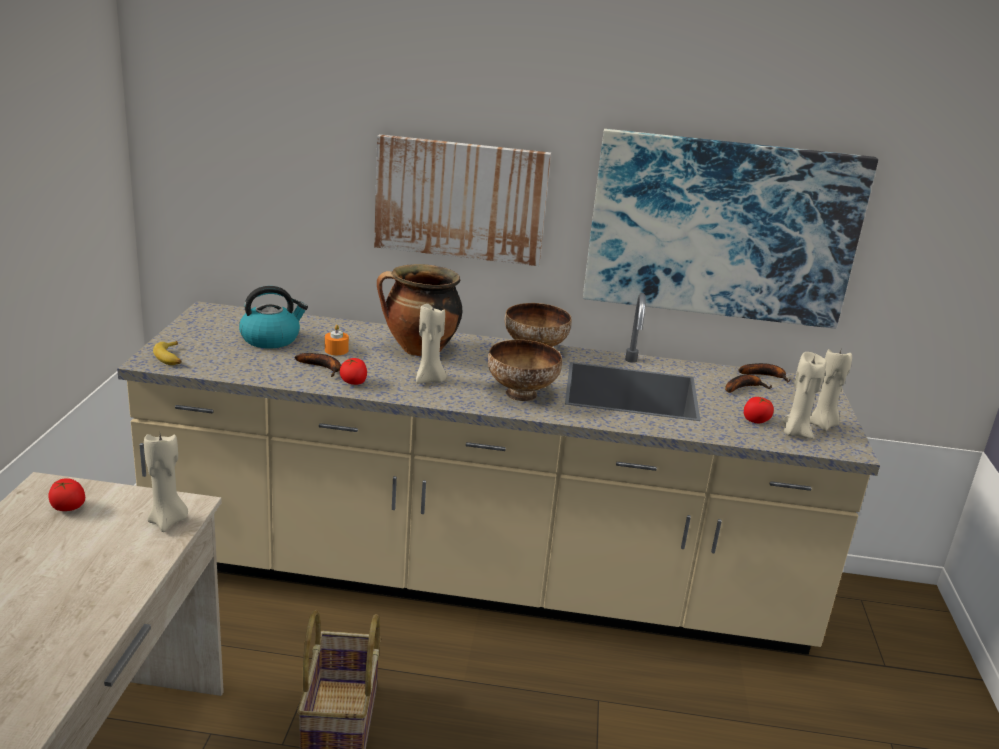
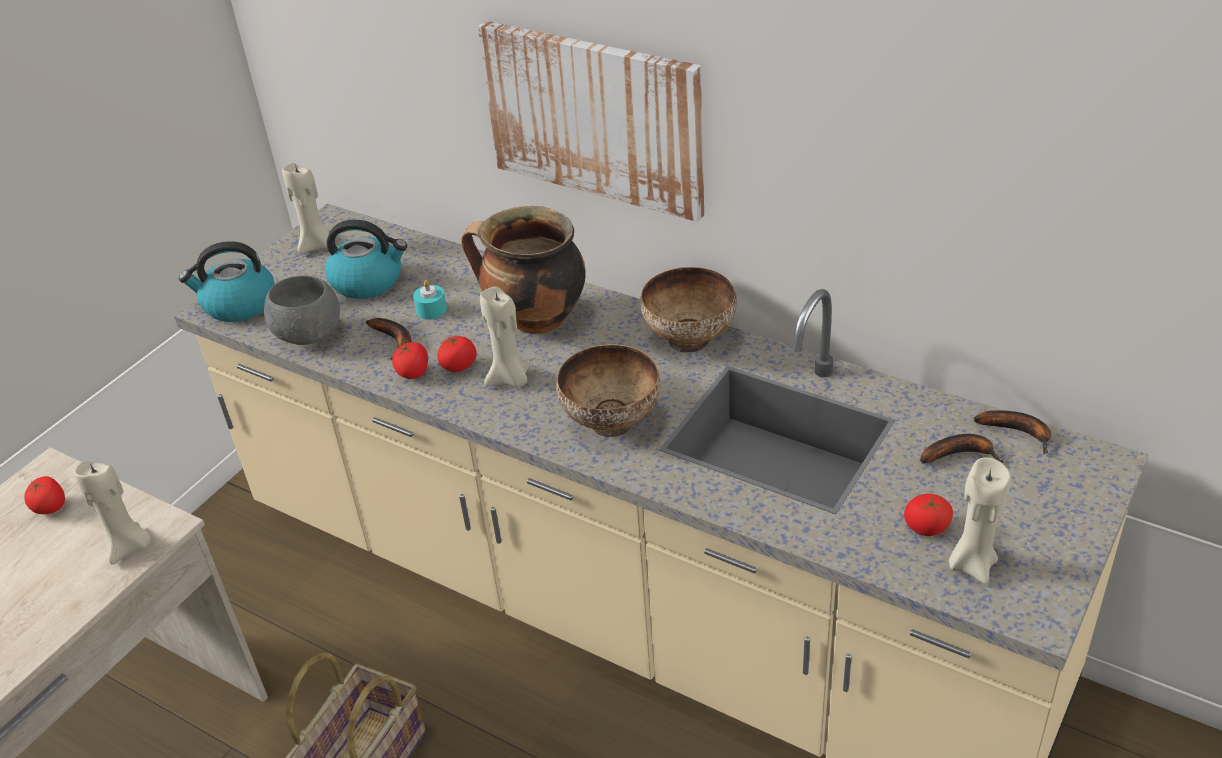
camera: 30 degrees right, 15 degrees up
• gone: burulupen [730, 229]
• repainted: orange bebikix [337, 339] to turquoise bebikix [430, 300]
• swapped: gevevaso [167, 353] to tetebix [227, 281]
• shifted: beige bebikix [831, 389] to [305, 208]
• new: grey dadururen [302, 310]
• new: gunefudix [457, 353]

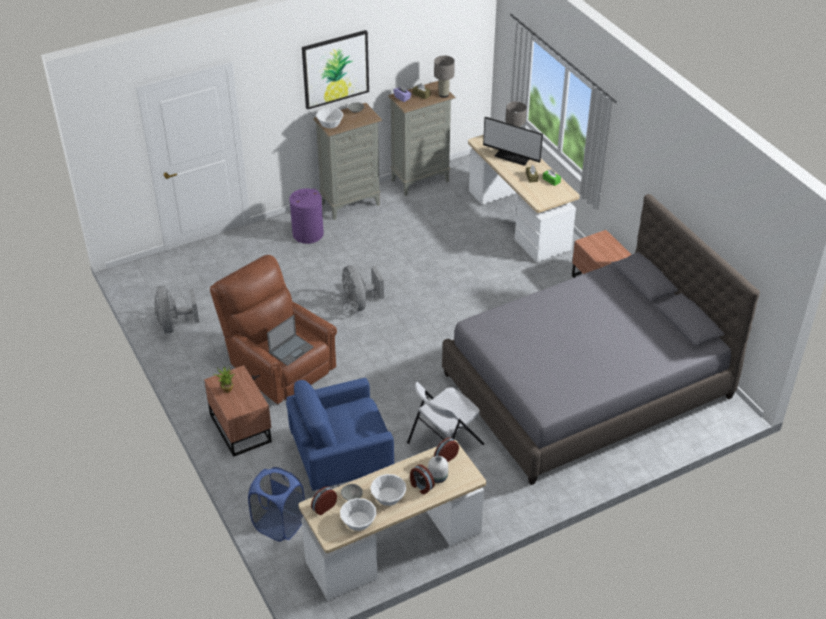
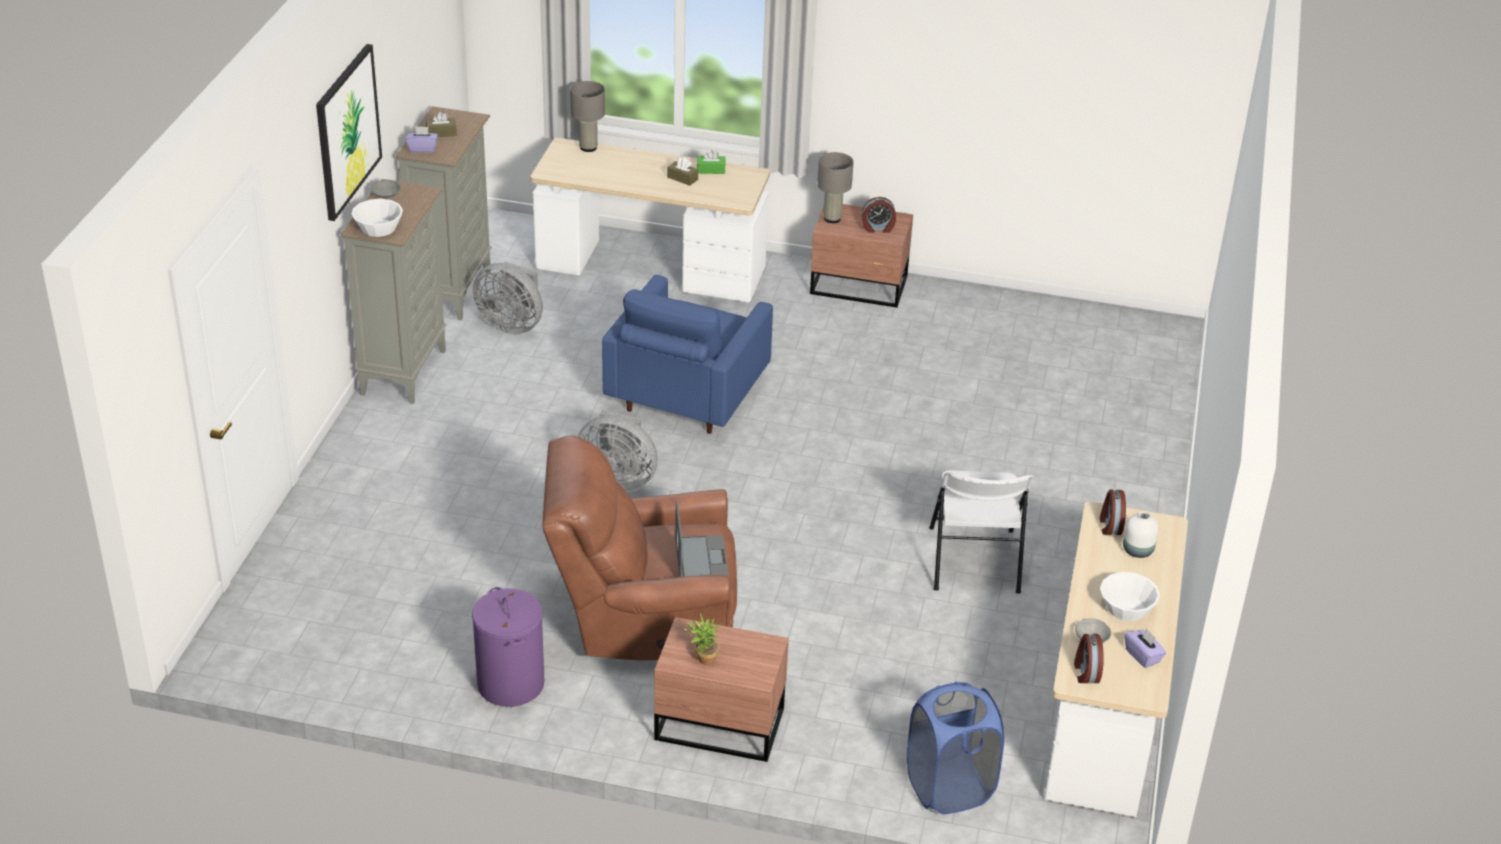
camera: 50 degrees left, 5 degrees down
• shifted: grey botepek [444, 76] to [835, 187]
• gone: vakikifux [513, 141]
• shifted: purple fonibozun [306, 216] to [508, 647]
• gone: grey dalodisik [601, 339]
• shifted: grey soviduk [176, 310] to [507, 298]
• shifted: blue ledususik [340, 434] to [687, 354]
• shifted: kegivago [422, 479] to [879, 215]
• swapped: white dadururen [358, 514] to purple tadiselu [1145, 648]

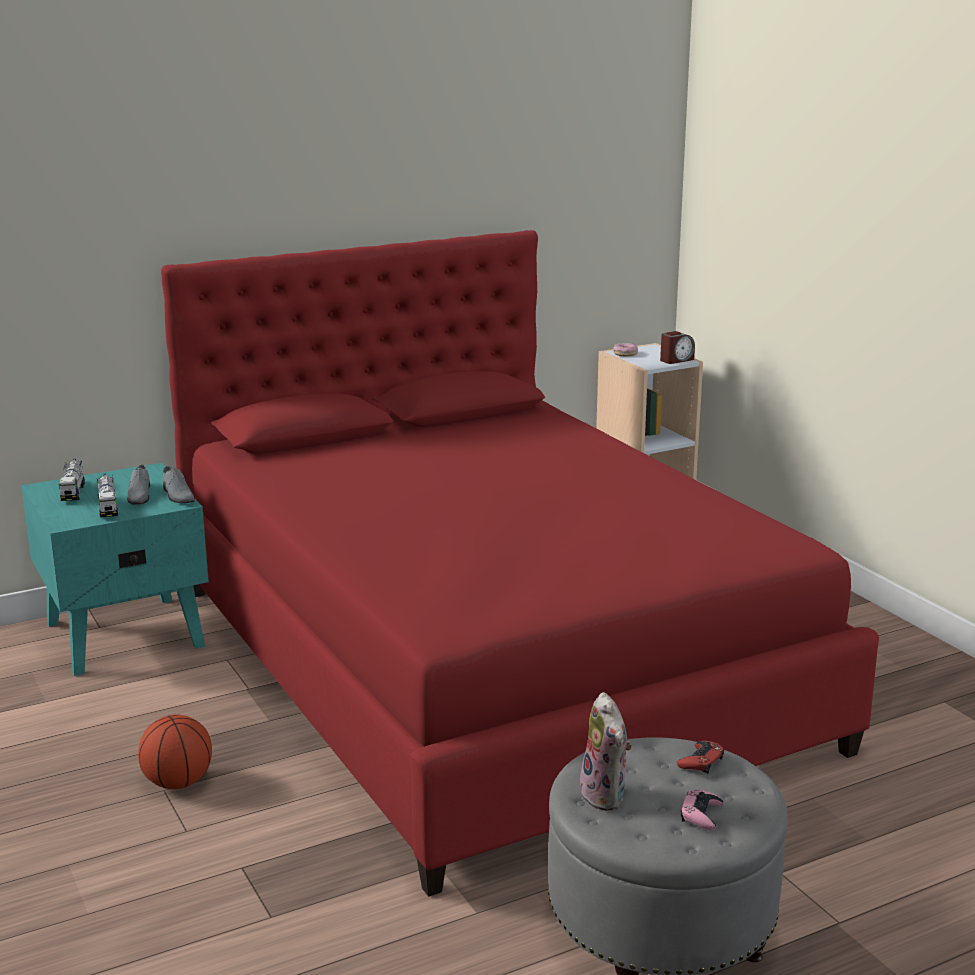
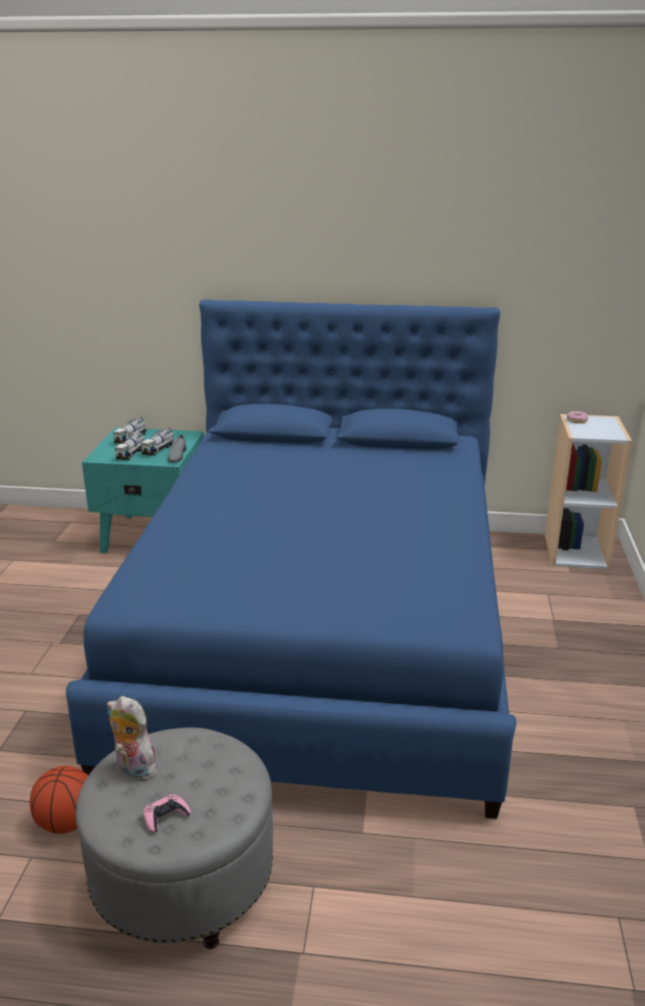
camera: 35 degrees right, 5 degrees up
• repainted: red dalodisik [520, 563] to blue dalodisik [291, 559]
• gone: kegivago [677, 347]
• swapped: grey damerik [138, 484] to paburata [157, 442]
• rotated: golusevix [604, 751] = [132, 738] 105 degrees clockwise
• shifted: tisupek [175, 752] to [59, 800]
• gone: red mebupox [700, 757]

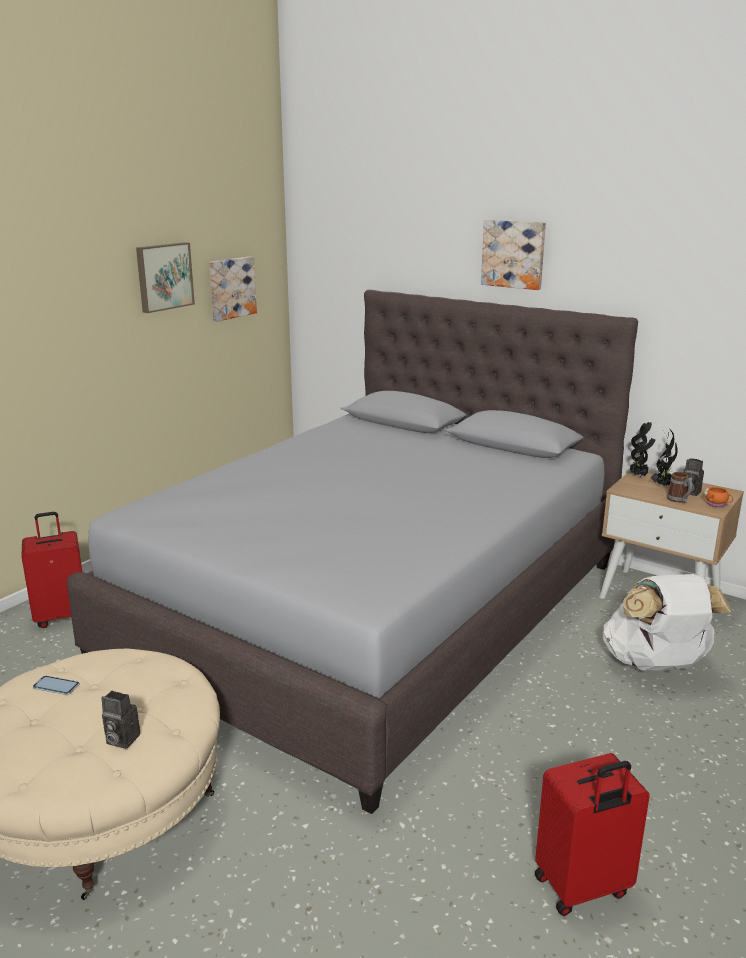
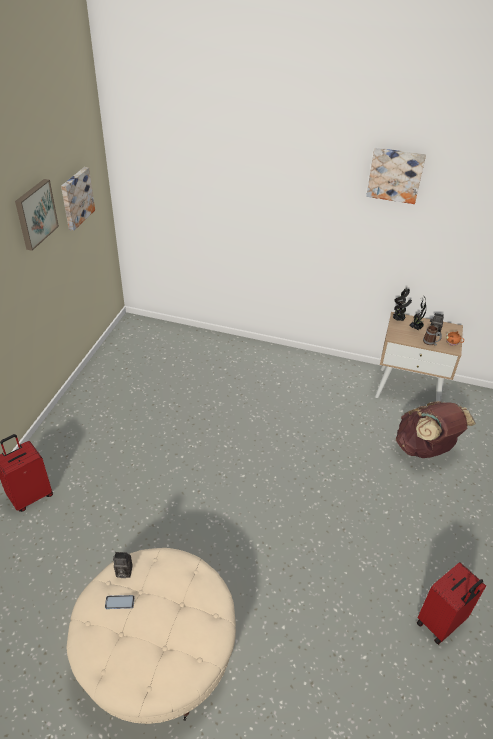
camera: 20 degrees left, 20 degrees up
• shifted: burulupen [513, 255] to [396, 175]
• gone: grey dalodisik [352, 552]
• repainted: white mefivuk [667, 622] to brown mefivuk [436, 429]
• shifted: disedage [120, 720] to [123, 565]

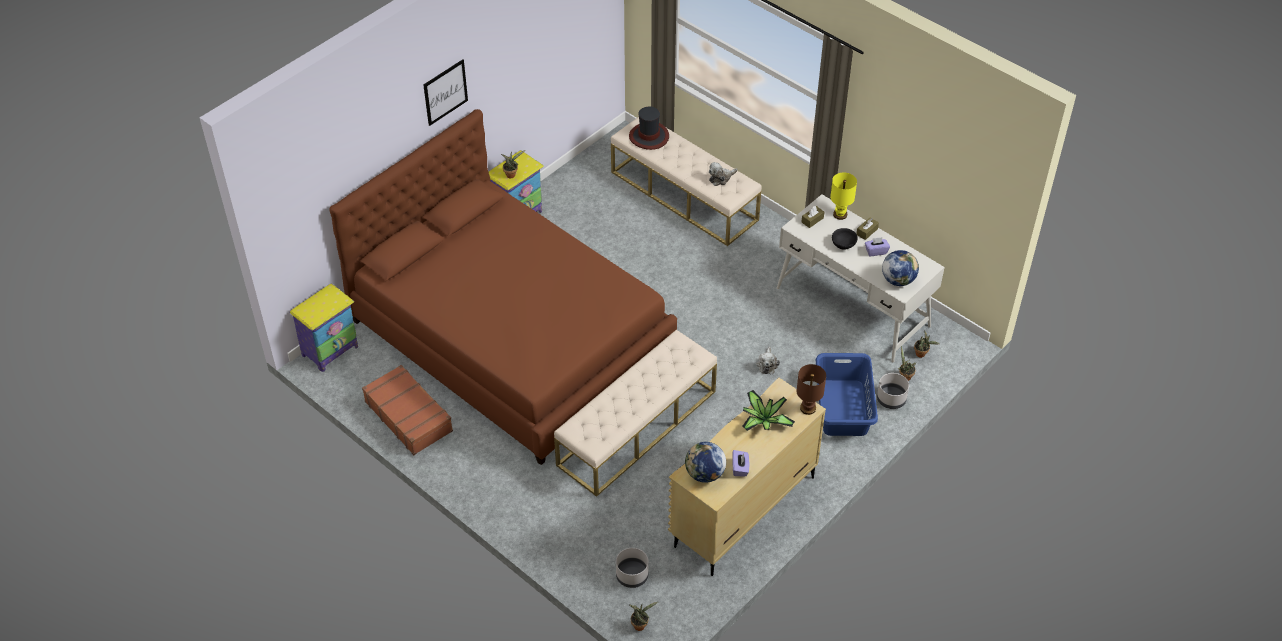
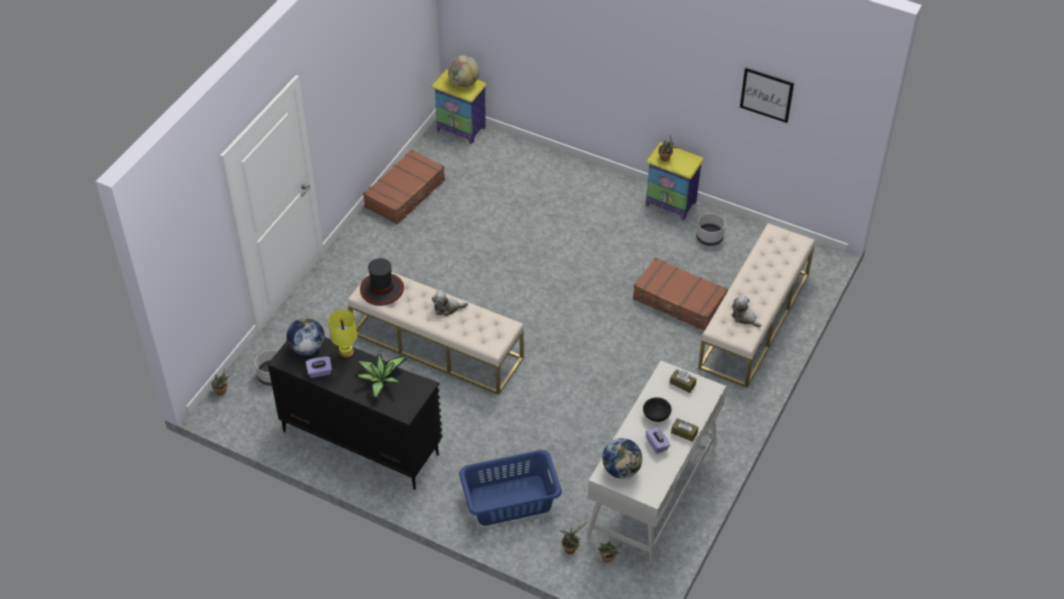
camera: 75 degrees right, 0 degrees up
• shifted: burulupen [445, 92] to [767, 95]
• shifted: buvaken [649, 128] to [382, 282]
• gone: brown dalodisik [503, 287]
• shifted: yellow botepek [843, 196] to [342, 334]
• shifted: golusevix [768, 360] to [450, 303]
• gone: brown botepek [811, 389]
• shifted: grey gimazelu [893, 391] to [710, 229]
• repainted: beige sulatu [747, 477] to black sulatu [355, 413]
• new: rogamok [463, 71]
• new: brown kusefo [680, 294]

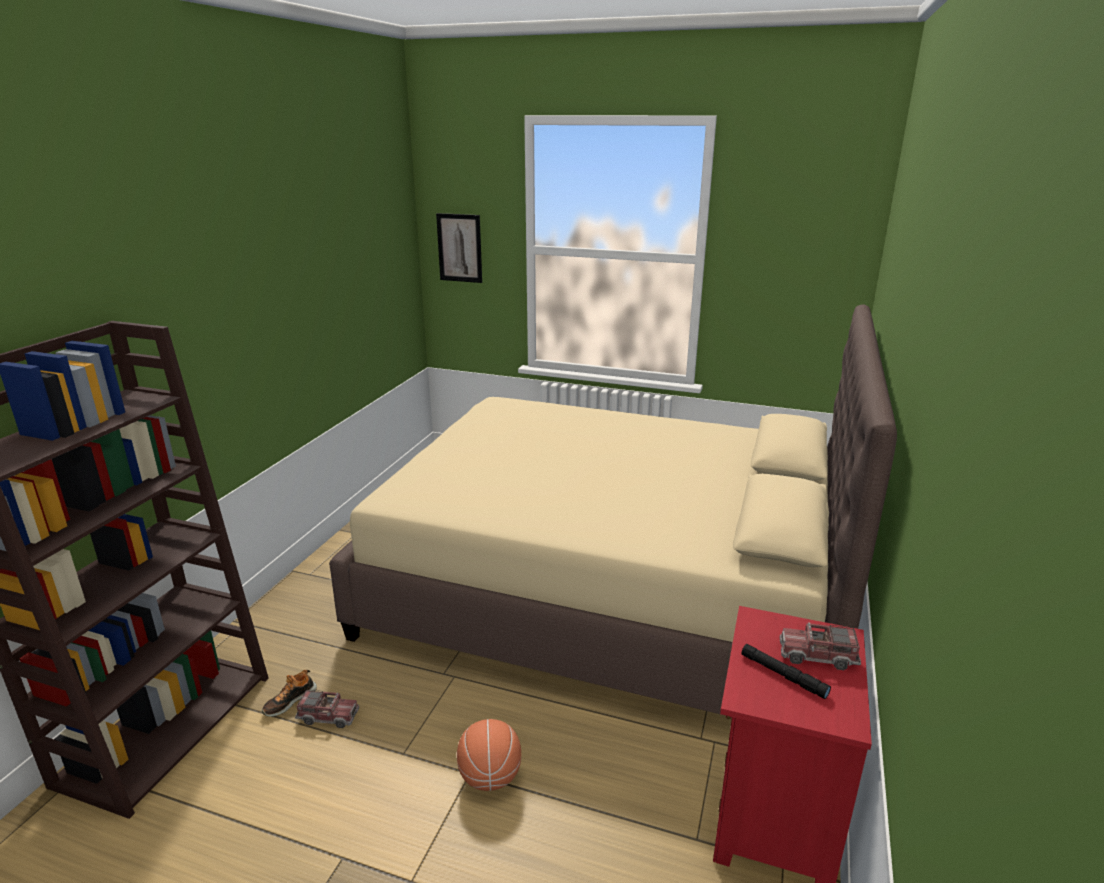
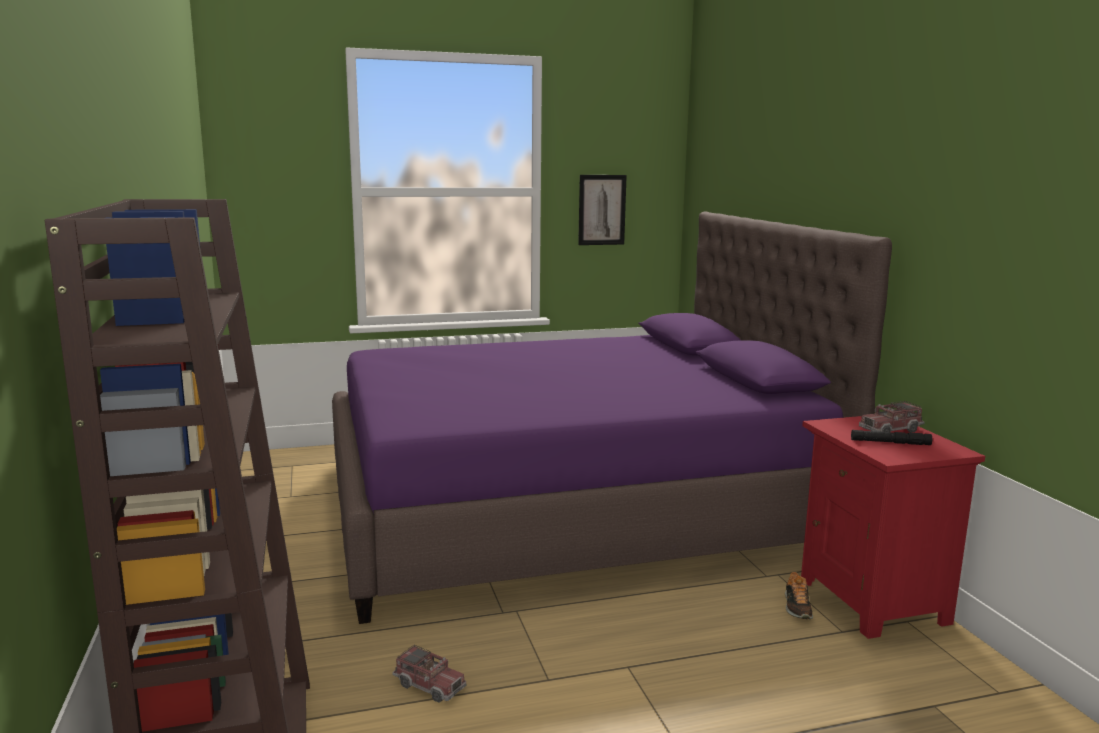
camera: 35 degrees left, 10 degrees down
• shifted: burulupen [459, 248] to [602, 210]
• repainted: beige dalodisik [613, 510] to purple dalodisik [612, 418]
• shifted: damerik [289, 693] to [799, 595]
• rotated: paburata [327, 709] = [429, 674] 60 degrees clockwise
• gone: tisupek [489, 755]

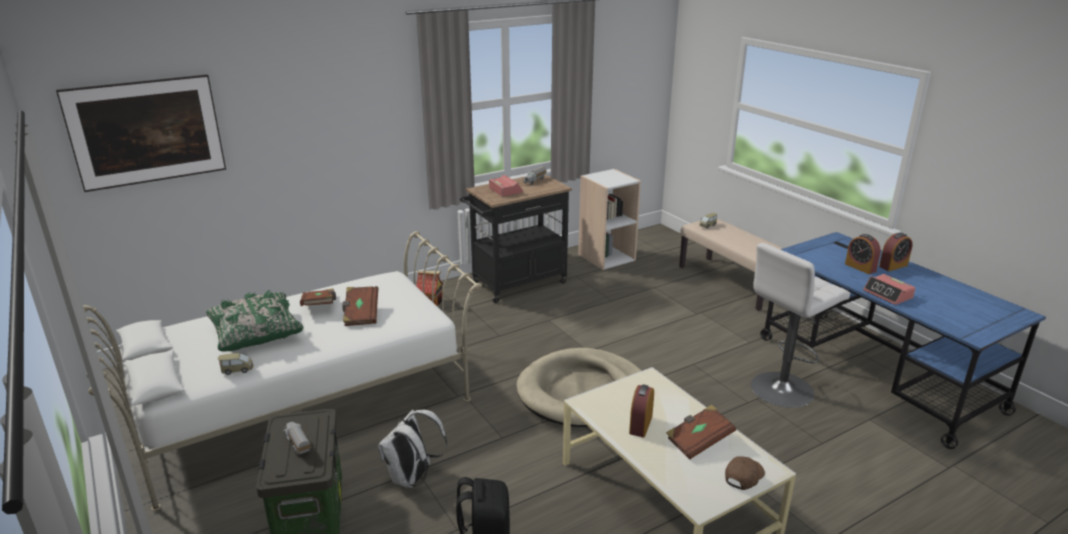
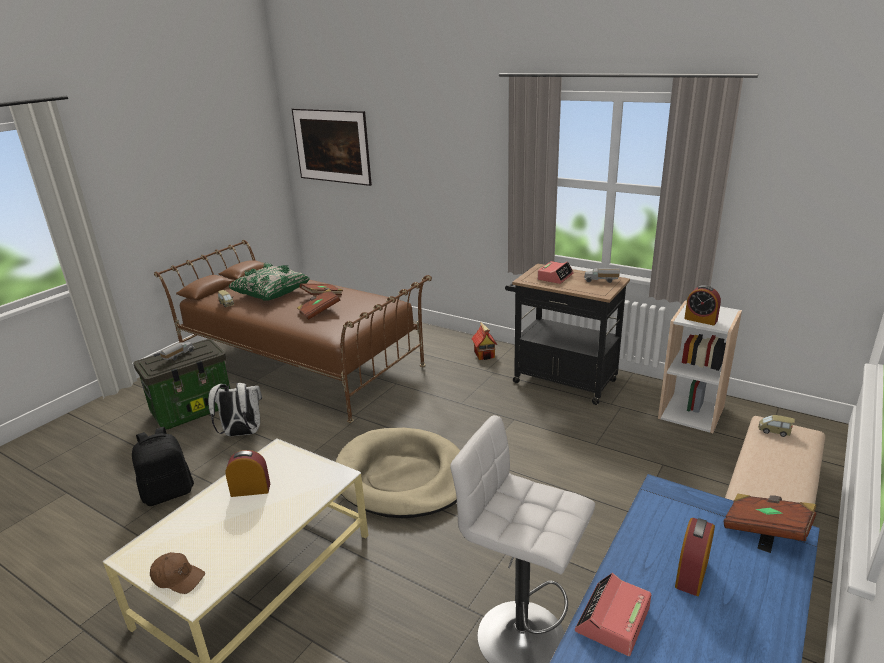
camera: 65 degrees right, 0 degrees up
• repainted: white dalodisik [282, 371] to brown dalodisik [293, 331]
• shifted: kegivago [896, 252] to [702, 305]
• shifted: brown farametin [701, 432] to [770, 518]

